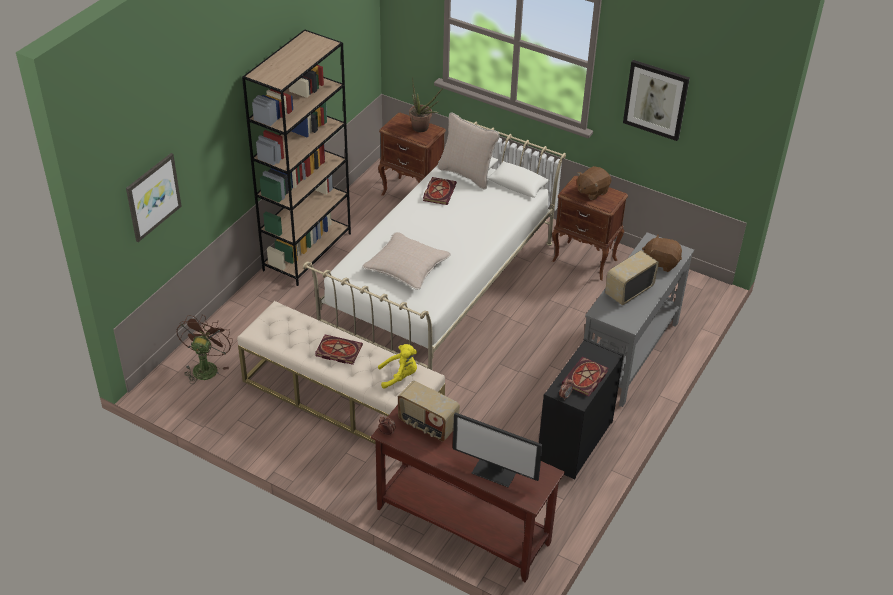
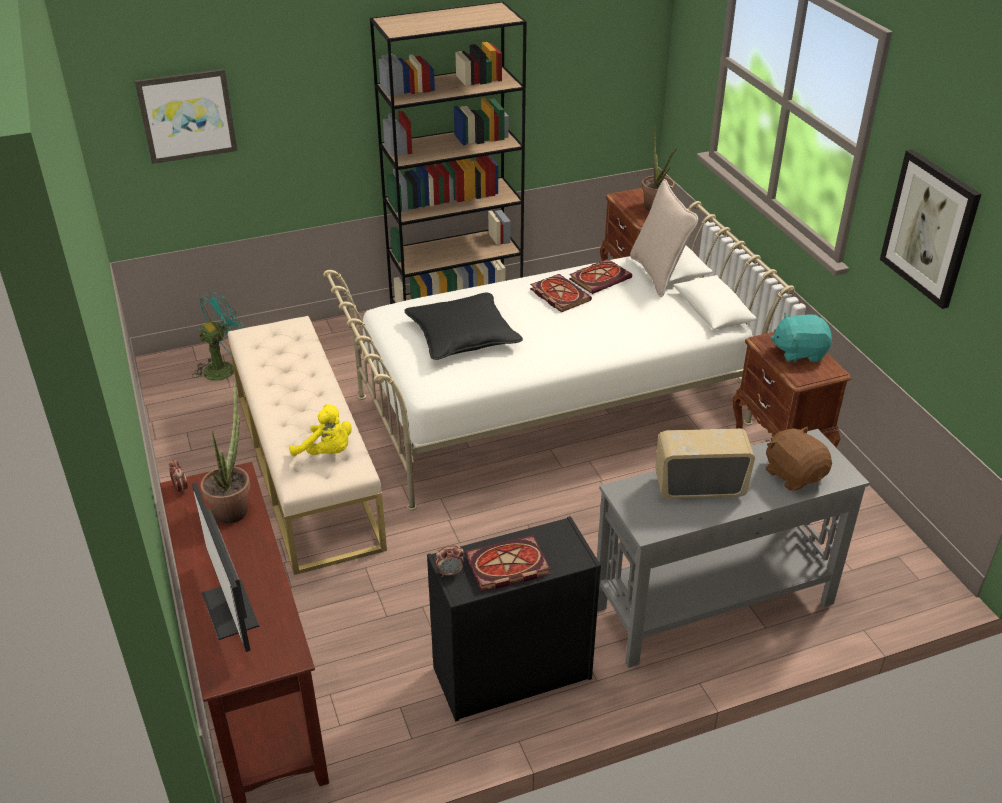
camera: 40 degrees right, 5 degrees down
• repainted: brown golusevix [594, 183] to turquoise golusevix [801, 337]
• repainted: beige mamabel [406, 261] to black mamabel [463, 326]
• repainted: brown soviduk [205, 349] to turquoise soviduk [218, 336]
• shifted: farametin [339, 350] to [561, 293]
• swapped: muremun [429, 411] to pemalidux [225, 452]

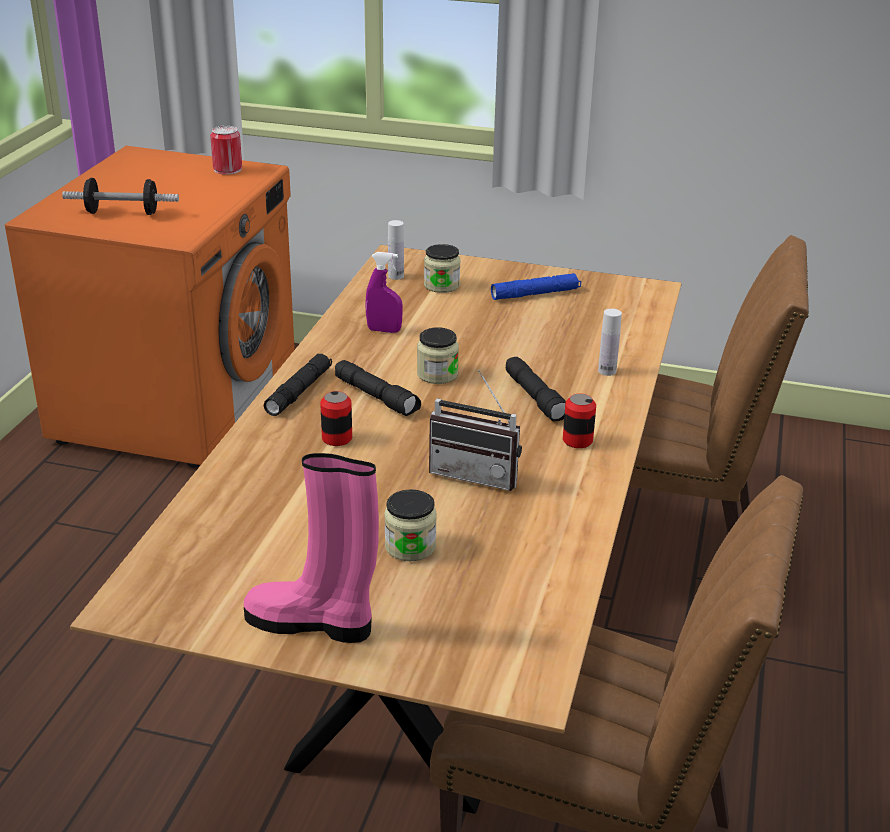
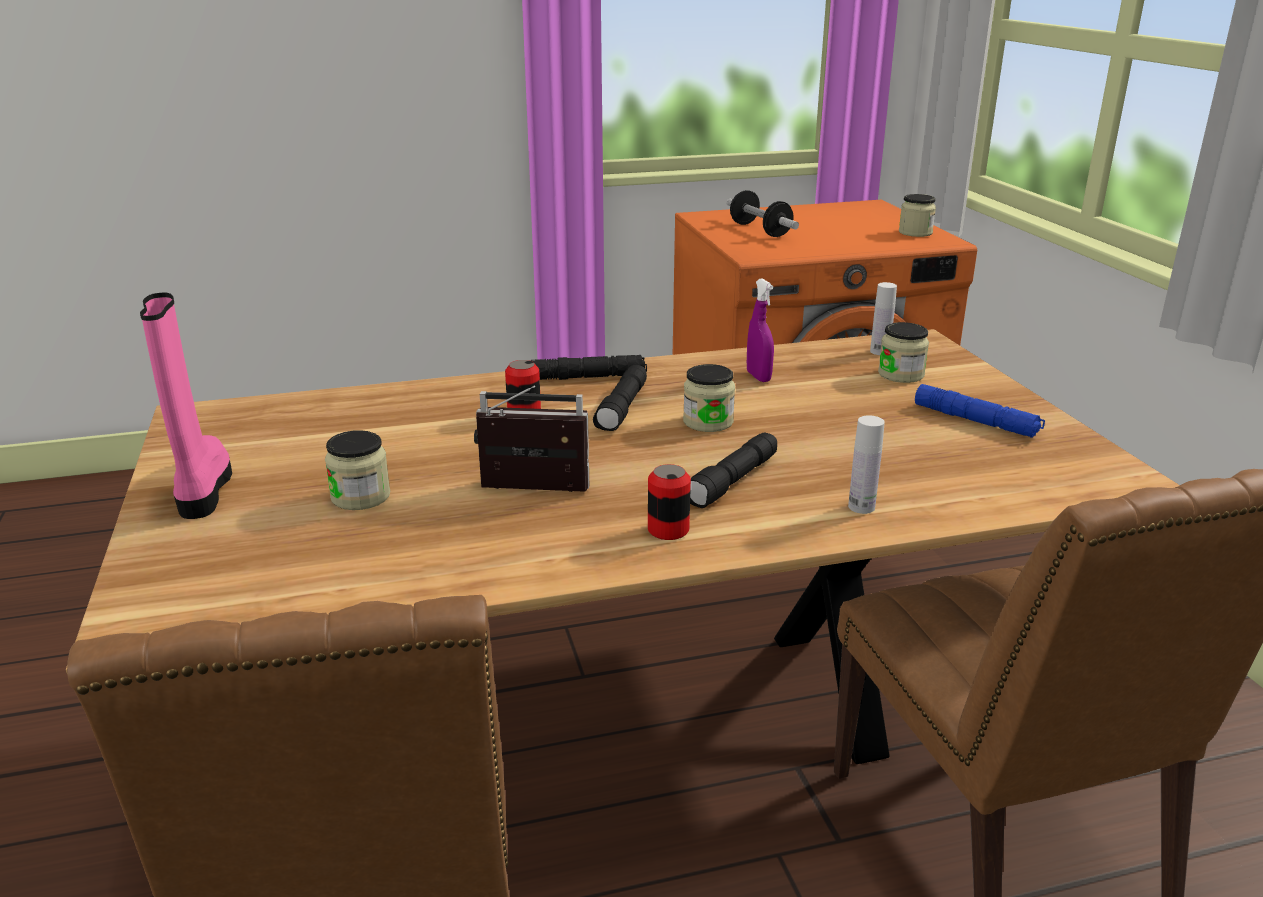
camera: 60 degrees right, 5 degrees down
• swapped: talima [226, 150] to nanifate [917, 215]
• rotated: muremun [475, 430] = [531, 439] 105 degrees clockwise

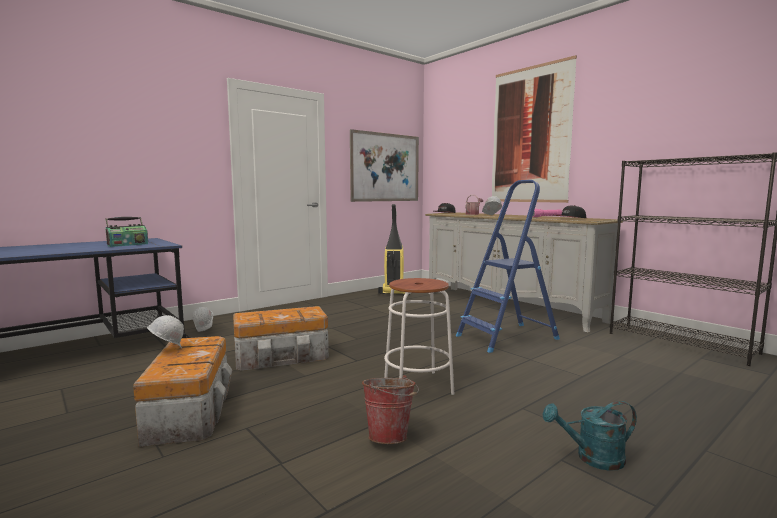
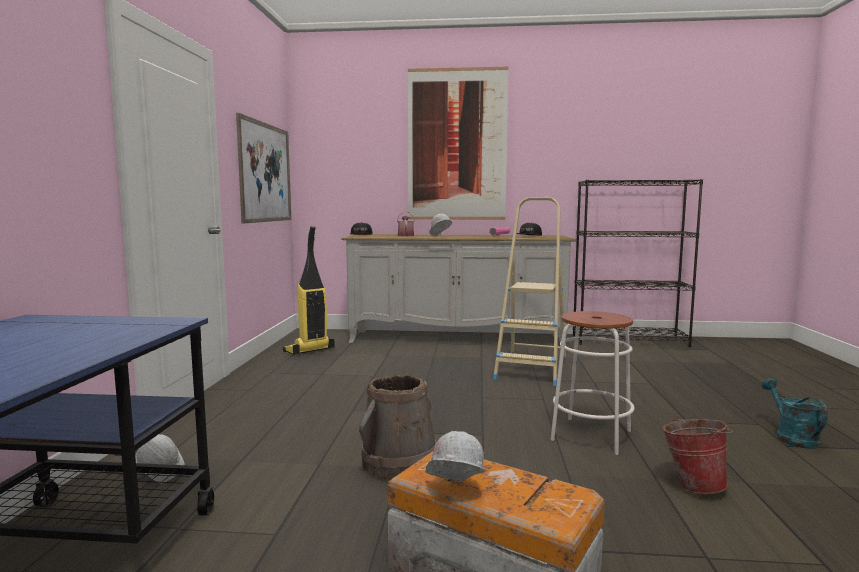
camera: 45 degrees left, 0 degrees up
• repainted: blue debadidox [508, 266] to beige debadidox [529, 291]
• gone: muremun [126, 232]
• swapped: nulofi [281, 338] to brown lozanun [397, 427]
• rotated: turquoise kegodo [589, 436] = [795, 413] 135 degrees clockwise

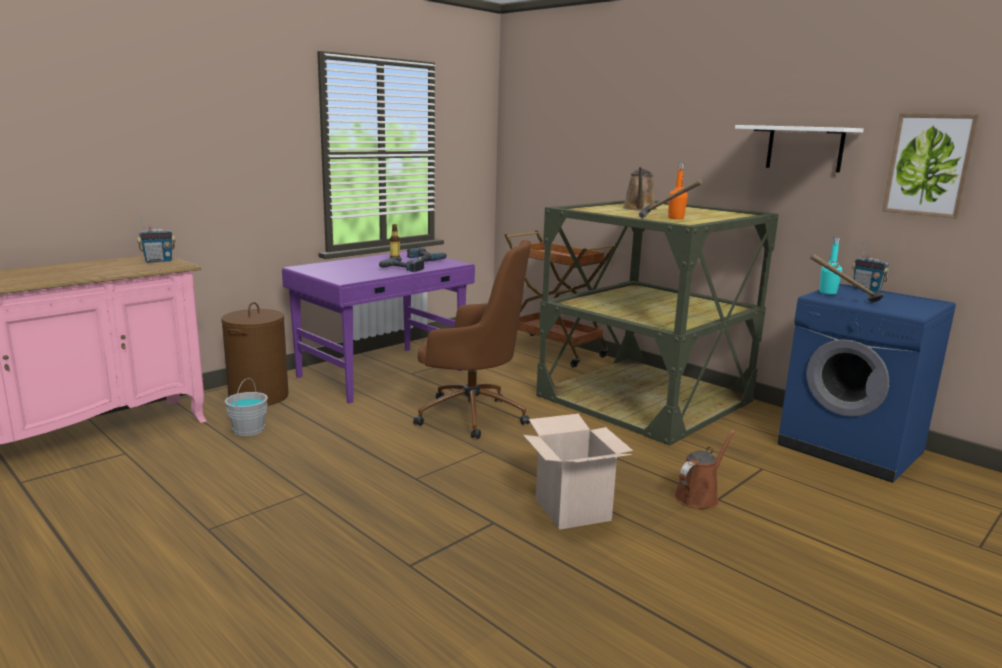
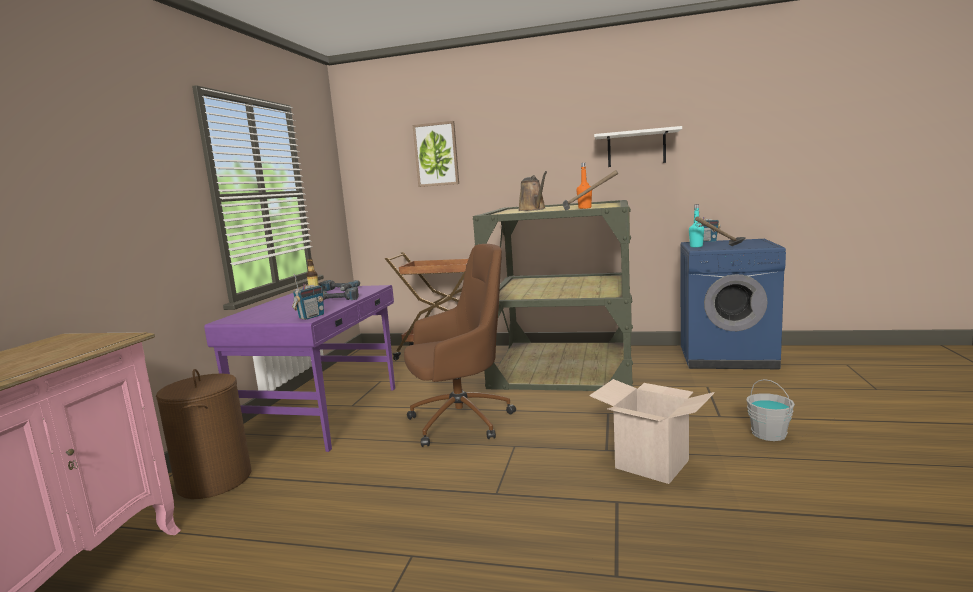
camera: 30 degrees left, 5 degrees down
• shifted: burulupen [931, 166] to [436, 154]
• shifted: muremun [156, 239] to [308, 297]
• shifted: grey lozanun [246, 407] to [770, 410]
• gone: brown kegodo [704, 469]

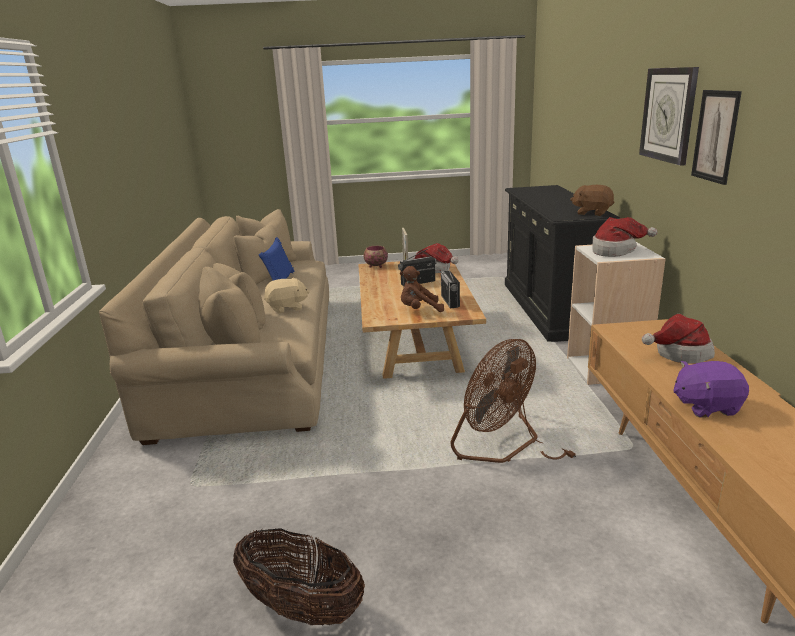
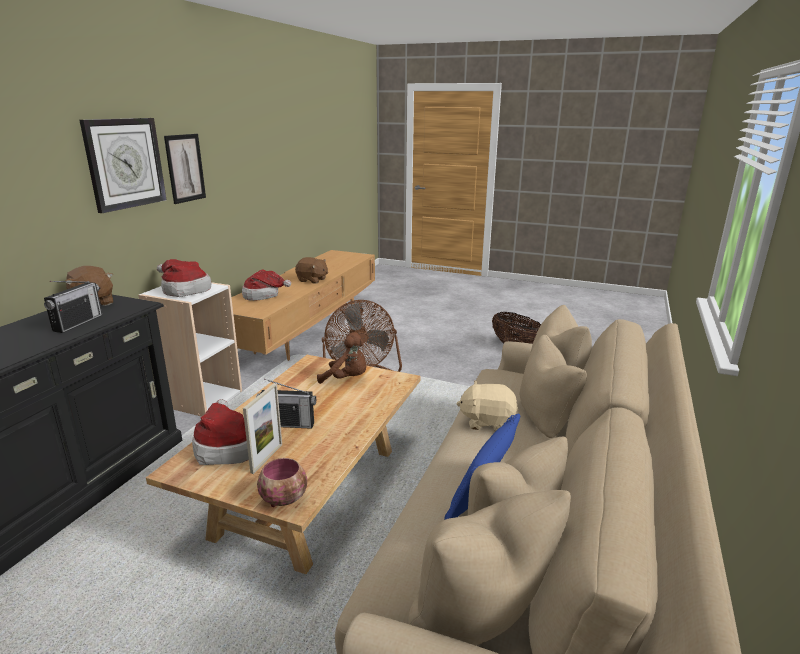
camera: 155 degrees left, 0 degrees up
• shifted: muremun [450, 284] to [73, 307]
• repainted: purple golusevix [711, 389] to brown golusevix [311, 270]

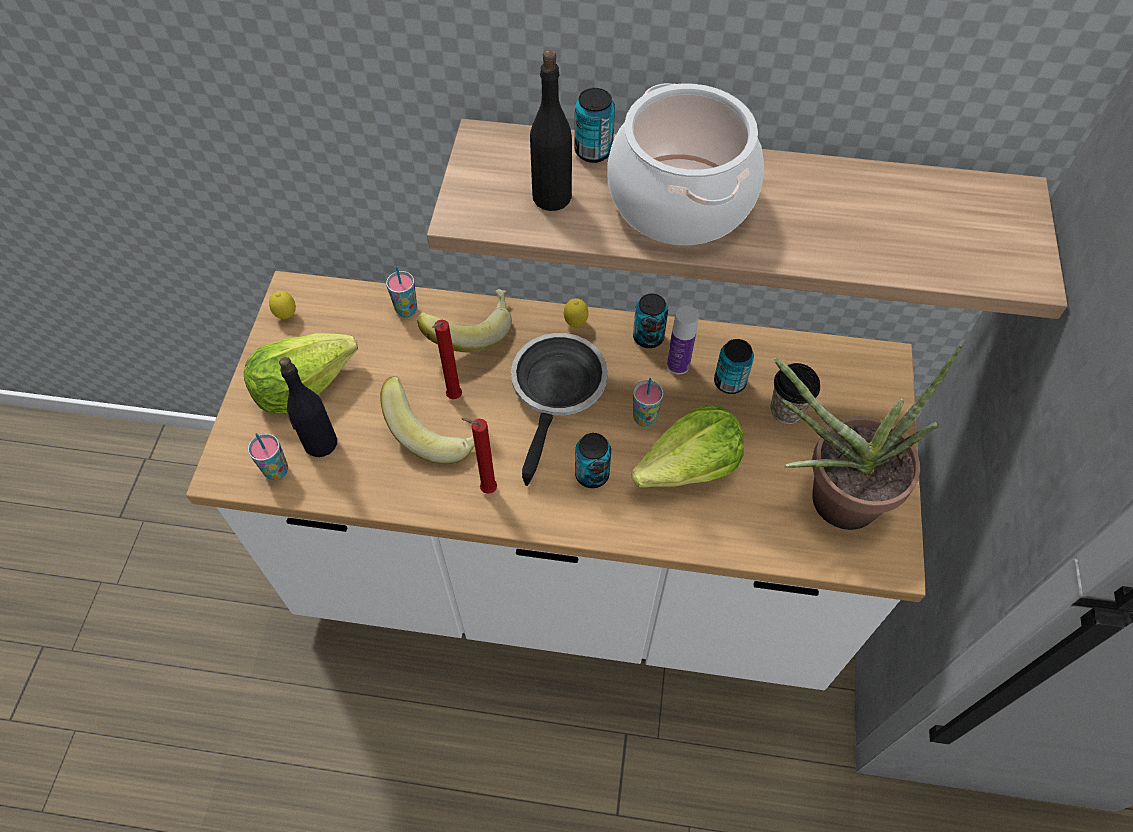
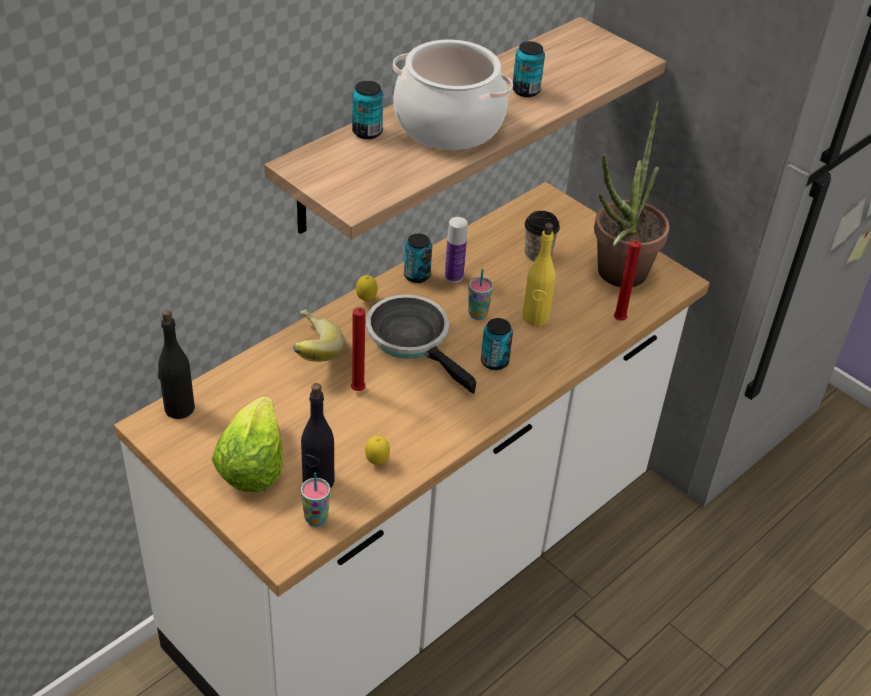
camera: 55 degrees left, 15 degrees down
• shifted: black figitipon [551, 130] to [176, 364]
• gone: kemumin [401, 291]
• shifted: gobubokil [282, 305] to [377, 450]
• shifted: talima [734, 366] to [529, 69]
• gone: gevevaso [435, 420]
• swapped: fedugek [687, 446] to yellow figitipon [539, 275]
• shifted: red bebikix [479, 456] to [627, 280]

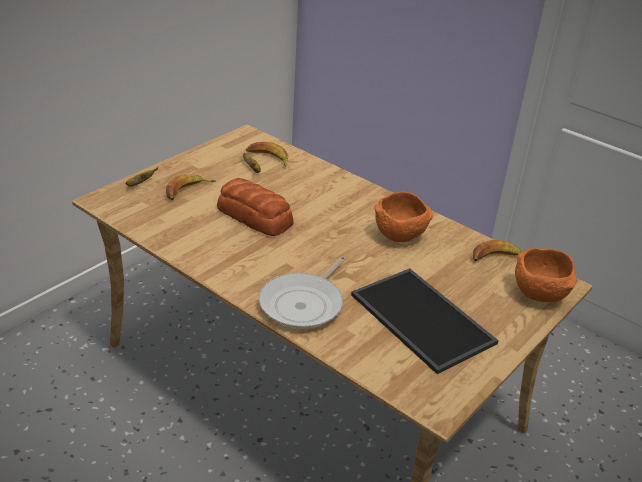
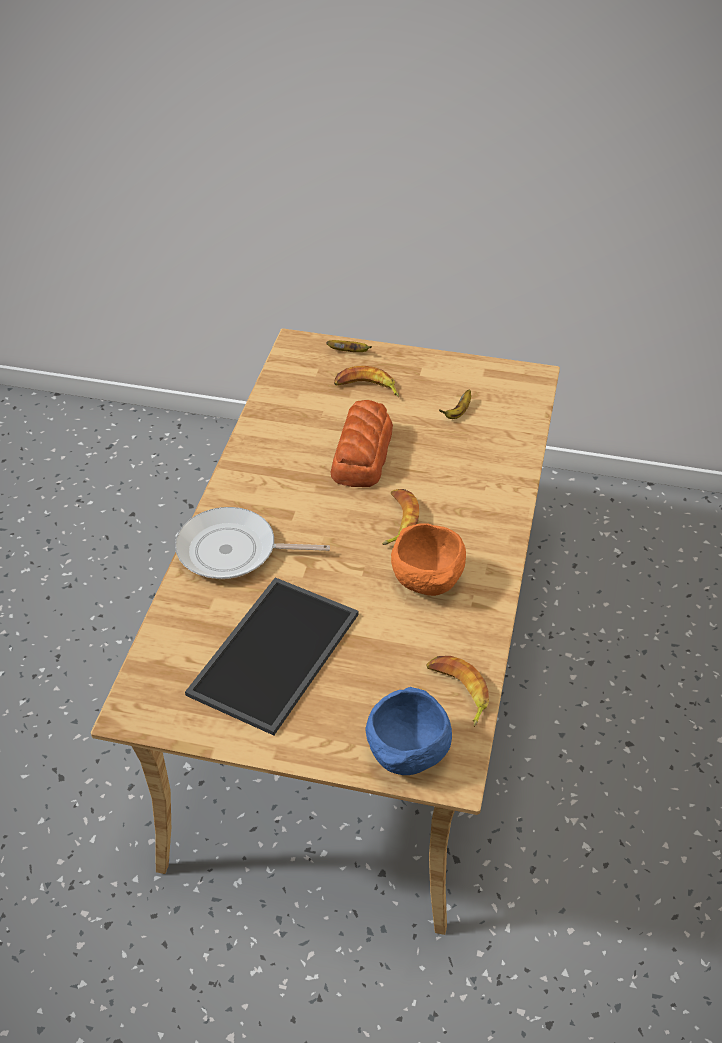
camera: 65 degrees right, 10 degrees up
• shifted: gevevaso [267, 154] to [400, 517]
• repainted: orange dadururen [546, 275] to blue dadururen [409, 731]

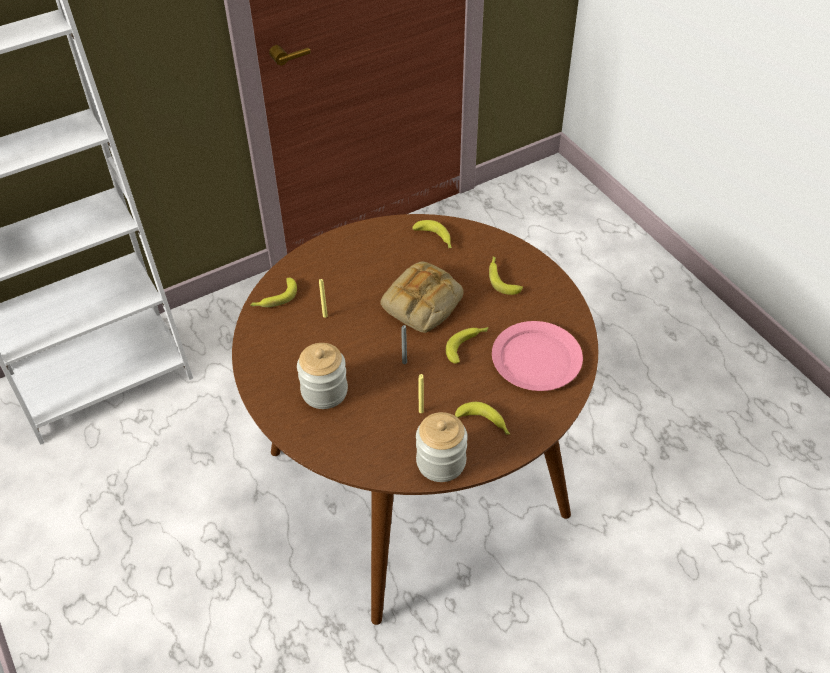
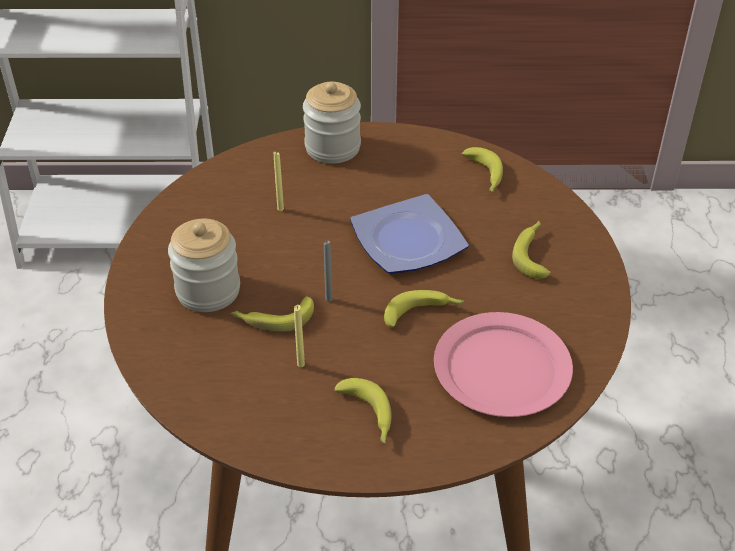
camera: 30 degrees right, 5 degrees down
• swapped: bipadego [422, 297] to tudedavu [409, 234]
• shifted: gevevaso [273, 292] to [272, 313]
• shifted: nanifate [442, 447] to [332, 123]

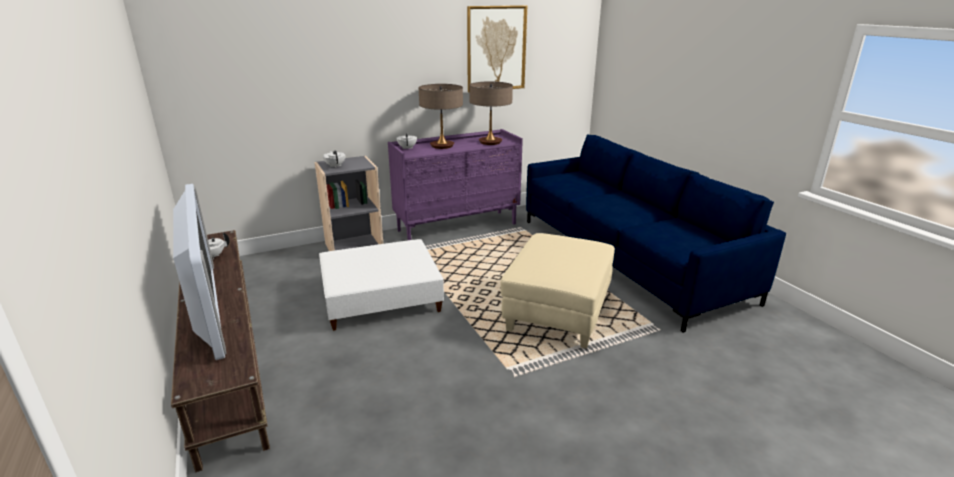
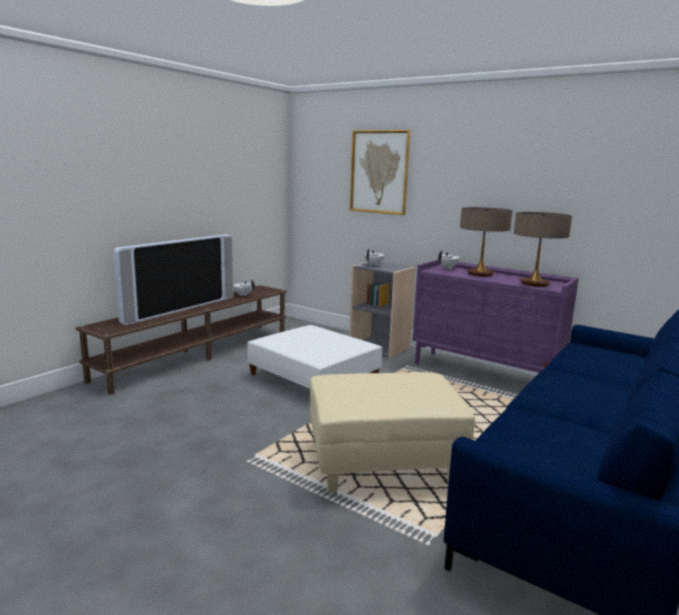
camera: 60 degrees right, 10 degrees down
• shifted: burulupen [497, 49] to [380, 172]

